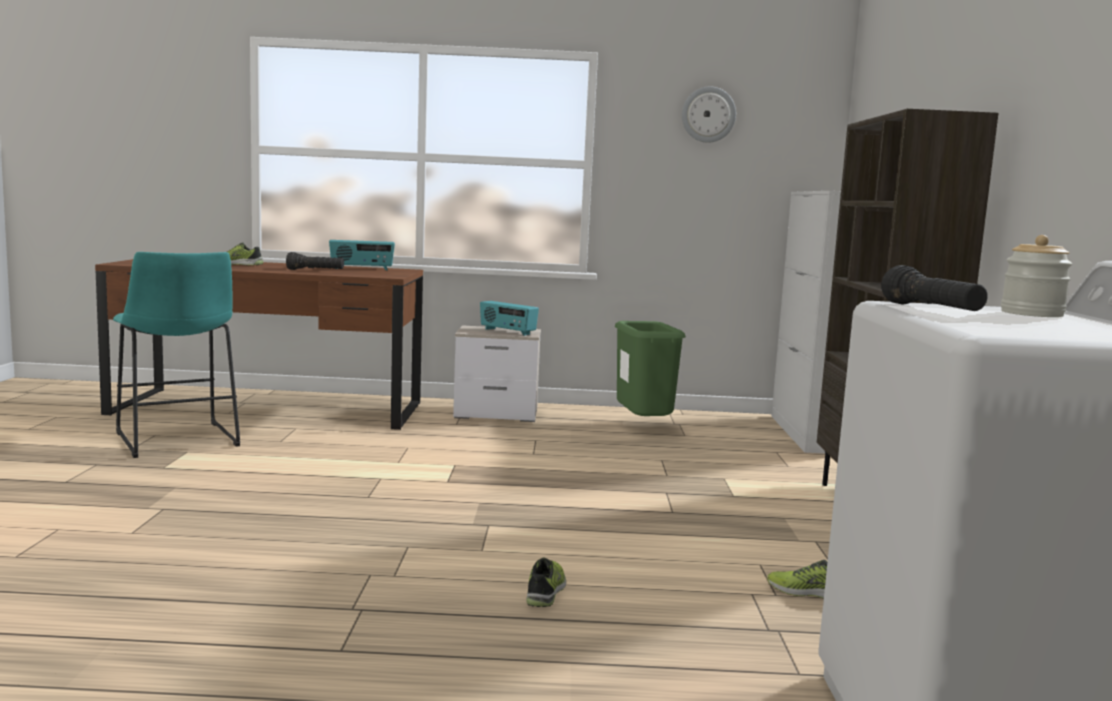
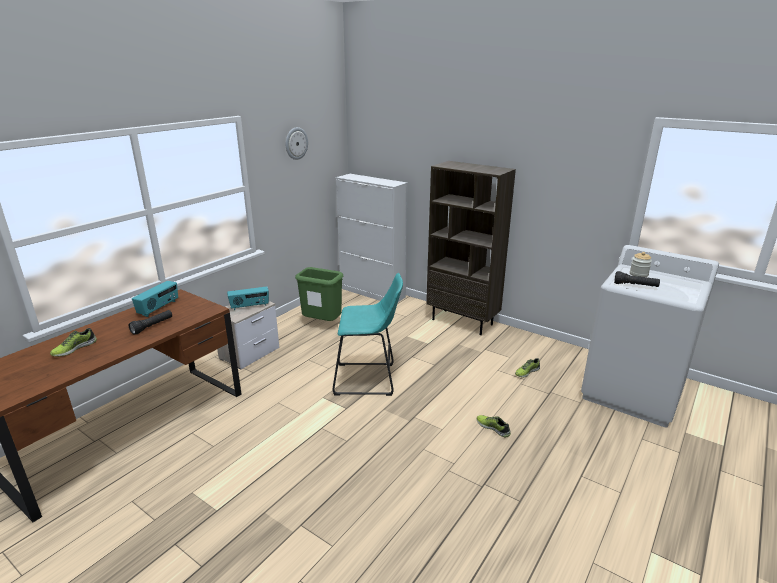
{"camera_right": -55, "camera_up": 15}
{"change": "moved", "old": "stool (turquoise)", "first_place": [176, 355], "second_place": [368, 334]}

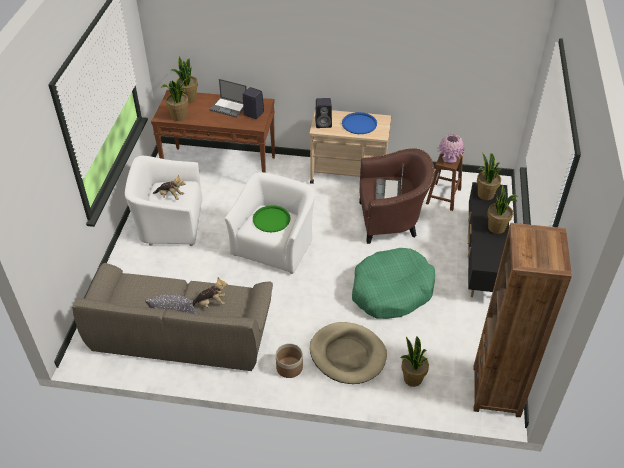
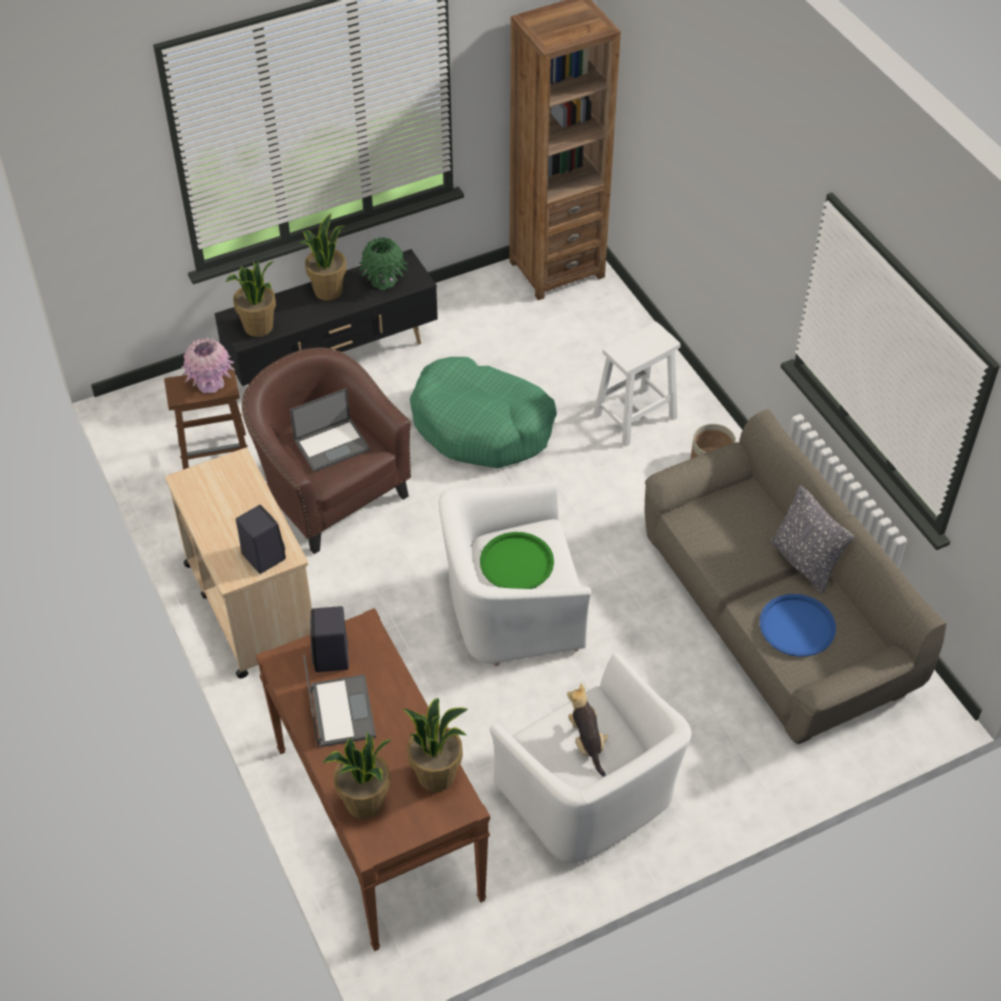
{"camera_right": -125, "camera_up": 5}
{"change": "moved", "old": "serving tray (blue-coloured)", "first_place": [359, 123], "second_place": [798, 625]}
{"change": "removed", "old": "cuddly toy", "first_place": [210, 292]}
{"change": "replaced", "old": "pet bed (beige)", "new": "stool (whitish)", "first_place": [348, 353], "second_place": [637, 384]}
{"change": "removed", "old": "plant in a pot", "first_place": [414, 361]}
{"change": "added", "new": "flower vase (greenish)", "second_place": [383, 263]}

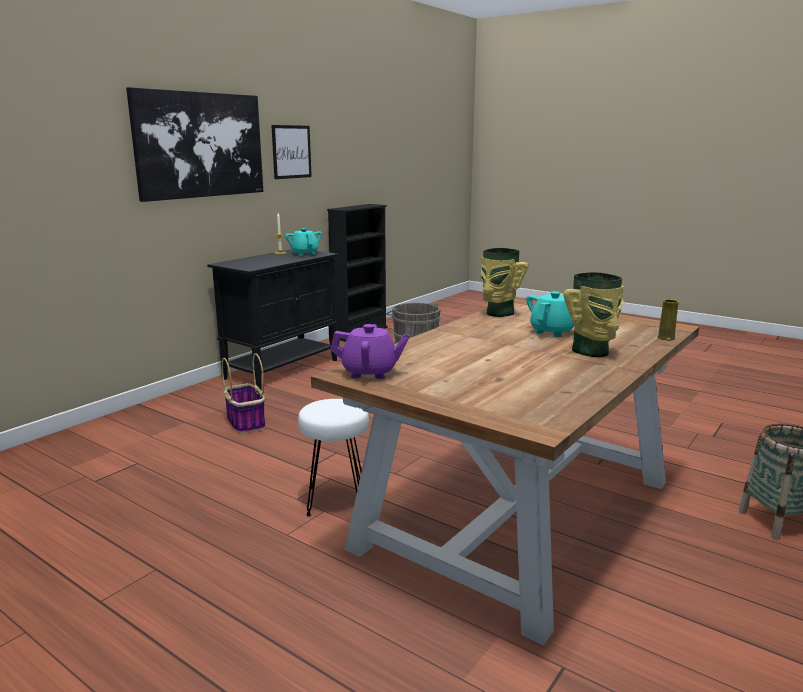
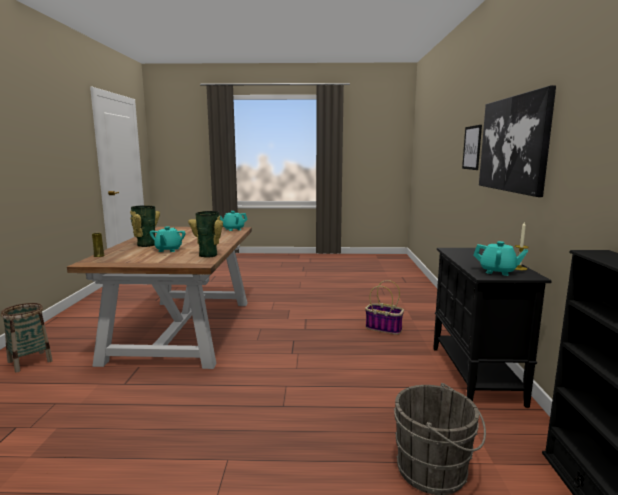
{"camera_right": 145, "camera_up": -5}
{"change": "moved", "old": "wall picture", "first_place": [291, 152], "second_place": [472, 147]}
{"change": "recoloured", "old": "pot for tea (purple-coloured)", "new": "pot for tea (turquoise)", "first_place": [370, 351], "second_place": [233, 221]}
{"change": "removed", "old": "stool (whitish)", "first_place": [333, 457]}

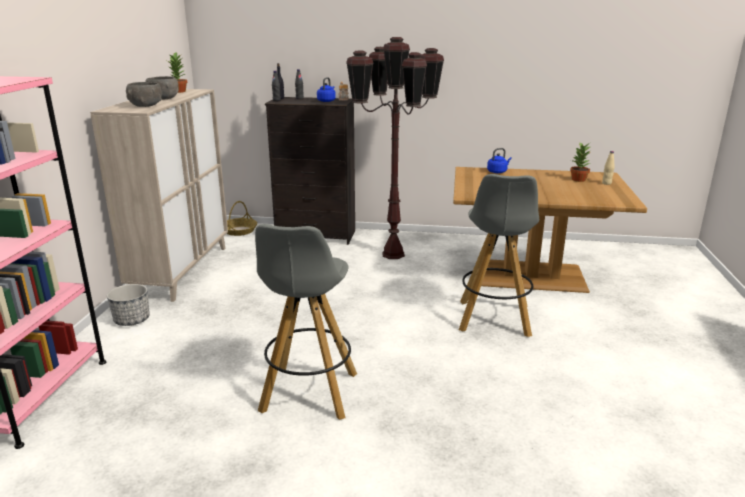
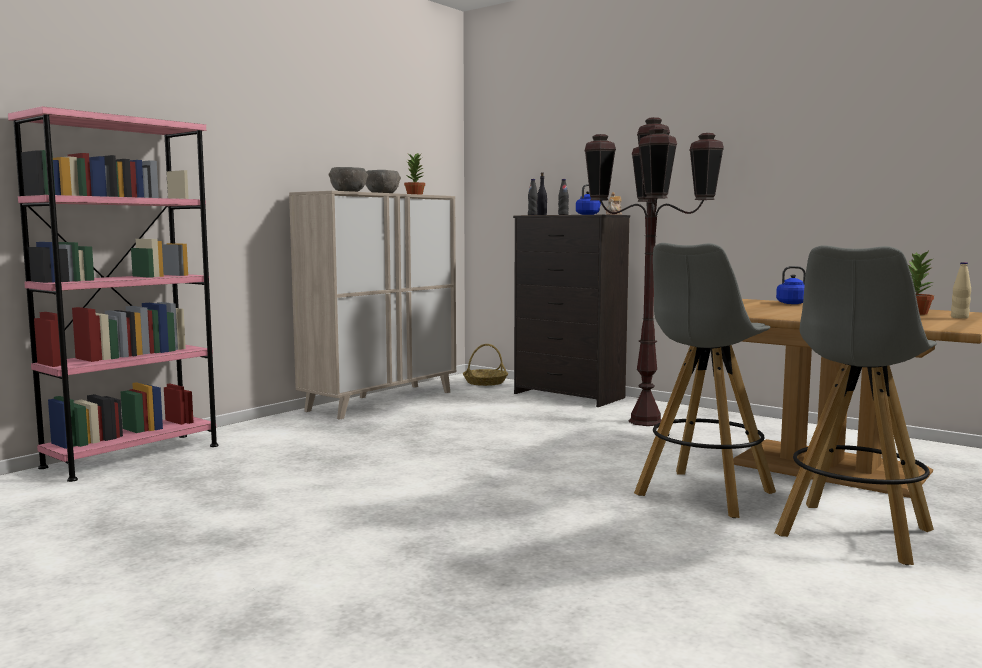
{"camera_right": 30, "camera_up": -15}
{"change": "moved", "old": "stool (gray)", "first_place": [306, 322], "second_place": [856, 405]}
{"change": "removed", "old": "plant pot", "first_place": [128, 305]}

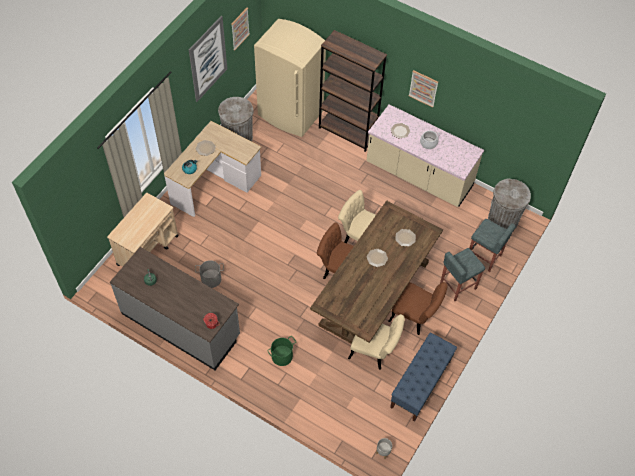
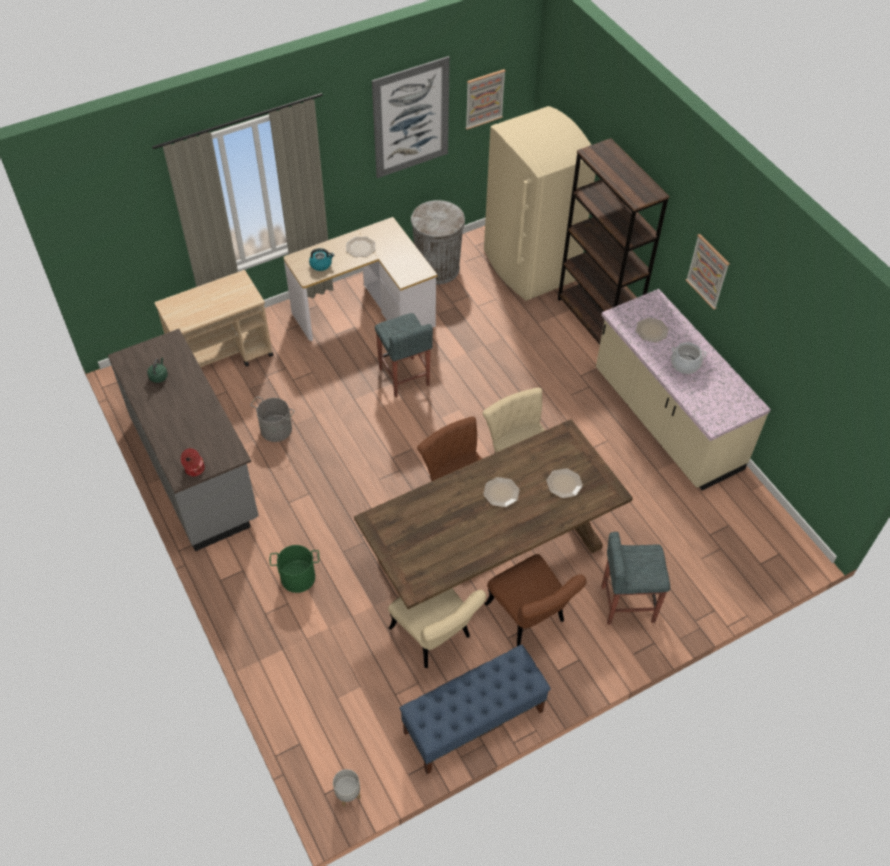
{"camera_right": 30, "camera_up": -5}
{"change": "removed", "old": "trash can (gray)", "first_place": [509, 204]}
{"change": "moved", "old": "stool (gray)", "first_place": [492, 245], "second_place": [404, 355]}

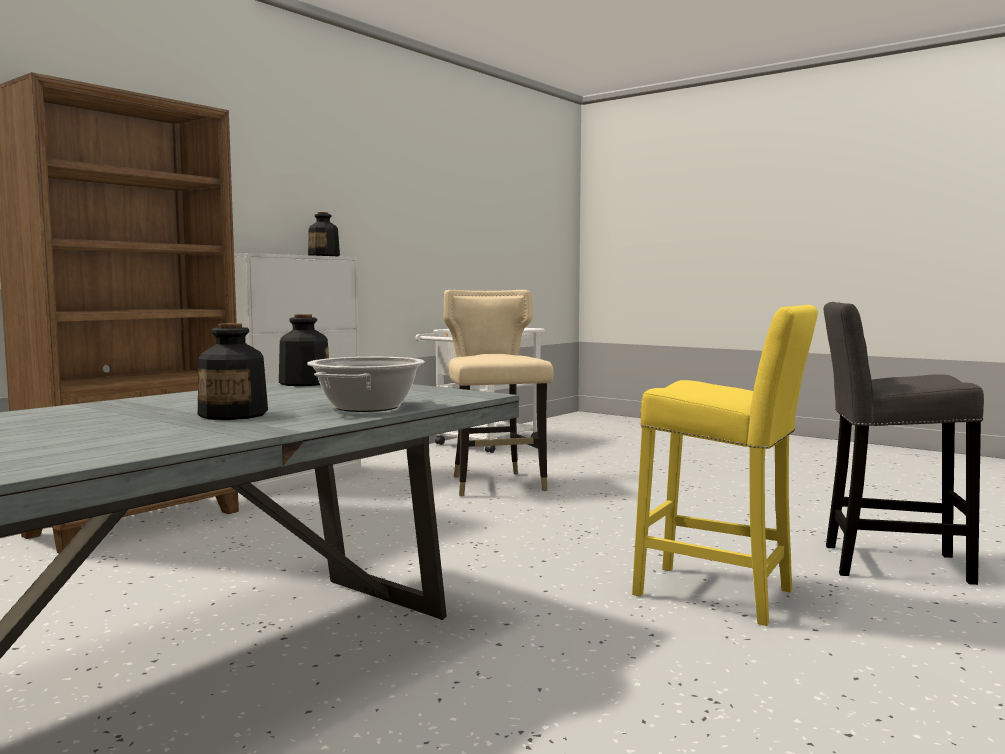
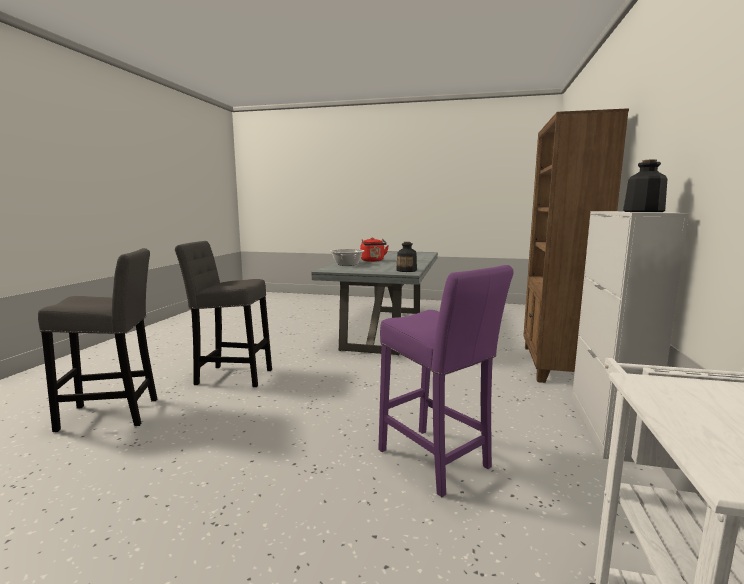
{"camera_right": 155, "camera_up": 5}
{"change": "replaced", "old": "upright chair (beige)", "new": "stool (purple-coloured)", "first_place": [499, 393], "second_place": [446, 381]}
{"change": "recoloured", "old": "stool (yellow-coloured)", "new": "stool (gray)", "first_place": [725, 465], "second_place": [223, 314]}
{"change": "replaced", "old": "beverage bottle", "new": "water kettle (red-coloured)", "first_place": [233, 371], "second_place": [374, 249]}

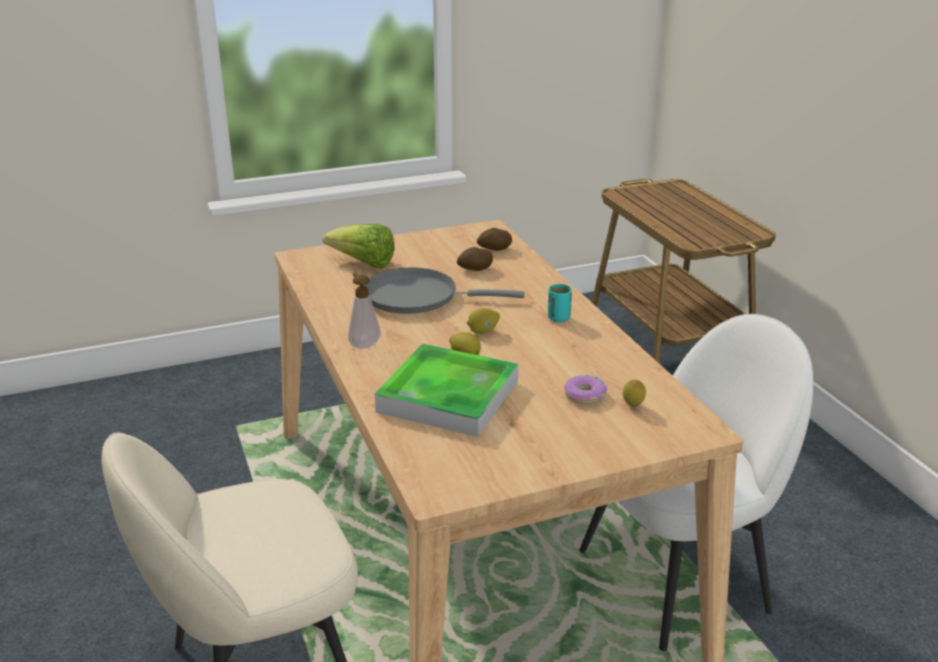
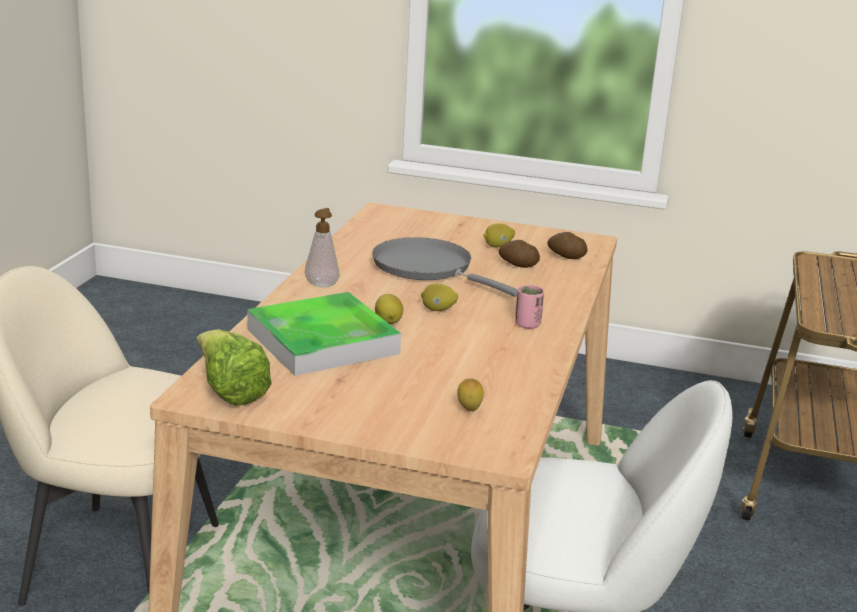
{"camera_right": 35, "camera_up": -5}
{"change": "moved", "old": "head of lettuce", "first_place": [358, 246], "second_place": [234, 367]}
{"change": "recoloured", "old": "drinking cup (turquoise)", "new": "drinking cup (pink-coloured)", "first_place": [560, 303], "second_place": [529, 307]}
{"change": "removed", "old": "ring doughnut", "first_place": [586, 389]}
{"change": "added", "new": "lemon", "second_place": [499, 235]}

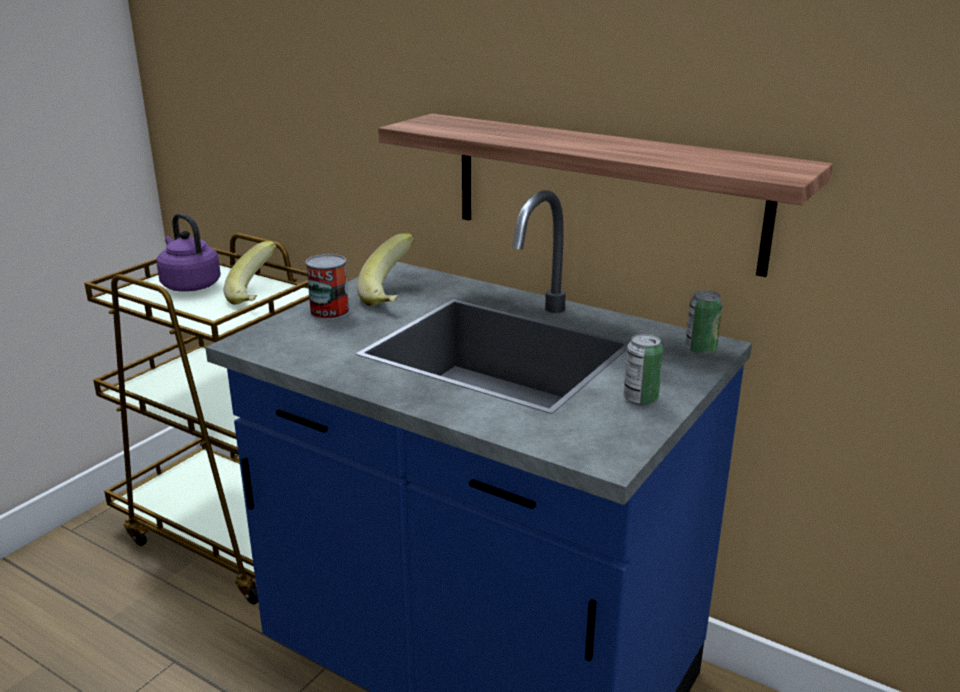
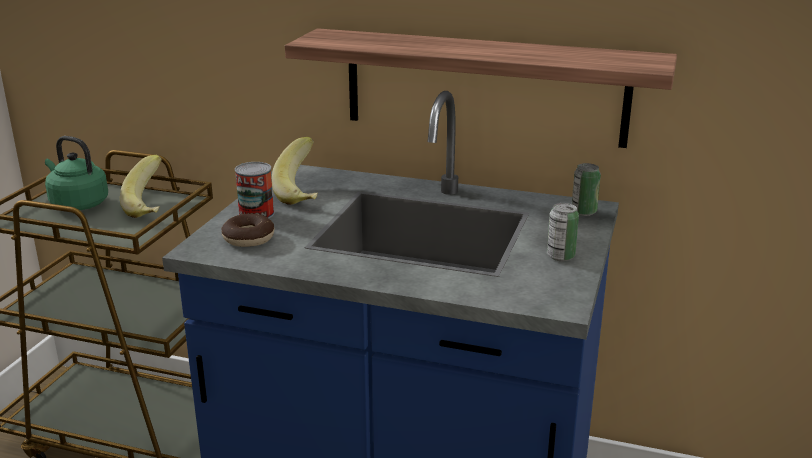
{"camera_right": -15, "camera_up": 0}
{"change": "recoloured", "old": "water kettle (purple-coloured)", "new": "water kettle (greenish)", "first_place": [189, 252], "second_place": [76, 173]}
{"change": "added", "new": "ring doughnut", "second_place": [247, 230]}

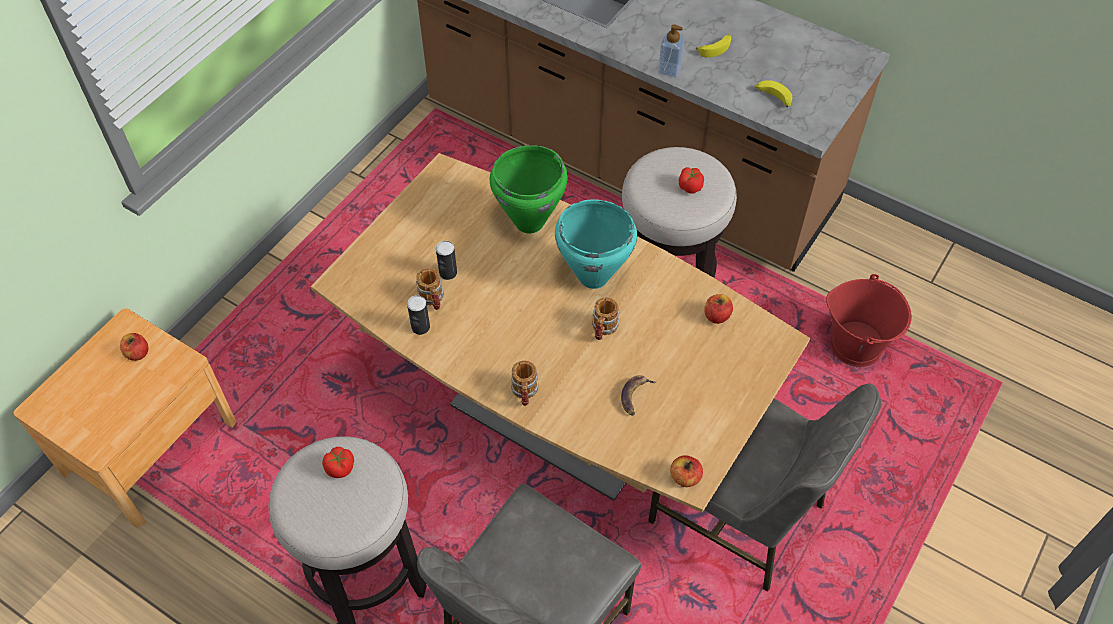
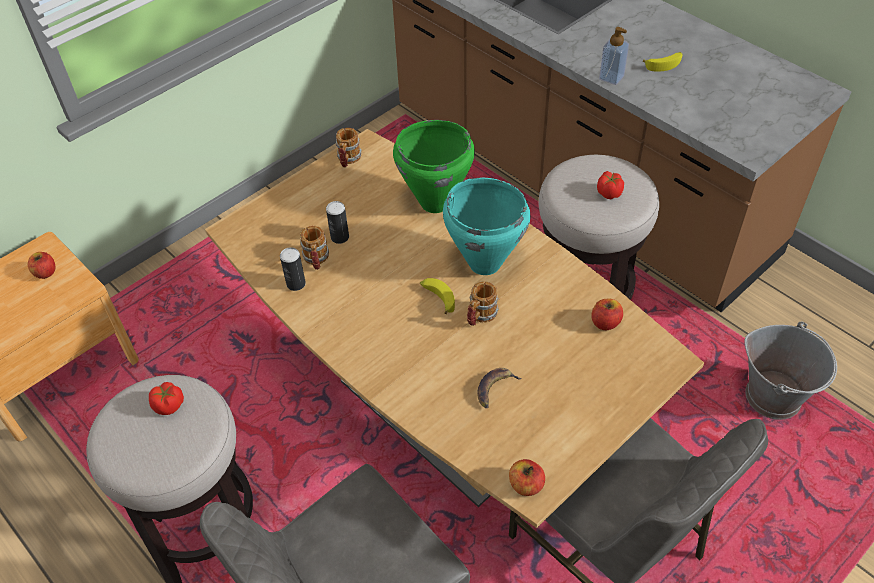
{"camera_right": 15, "camera_up": -5}
{"change": "moved", "old": "banana fruit", "first_place": [773, 93], "second_place": [437, 296]}
{"change": "recoloured", "old": "water bucket (red-coloured)", "new": "water bucket (gray)", "first_place": [869, 320], "second_place": [790, 371]}
{"change": "moved", "old": "mug", "first_place": [524, 383], "second_place": [349, 148]}

